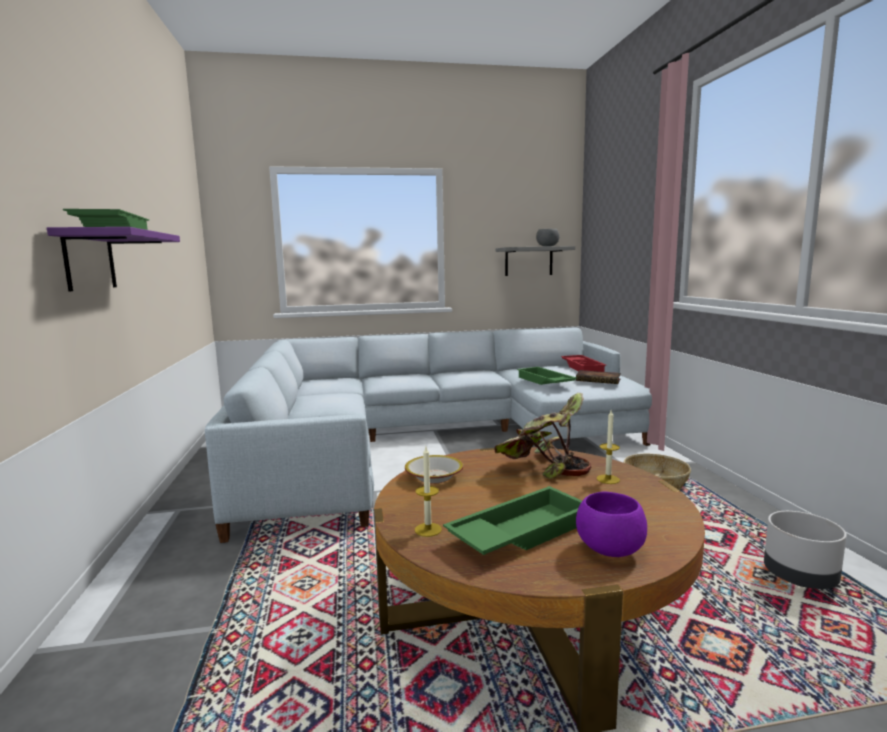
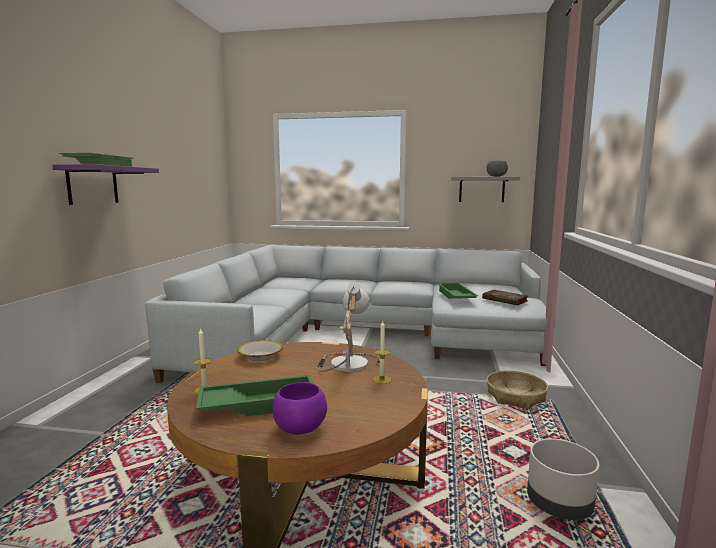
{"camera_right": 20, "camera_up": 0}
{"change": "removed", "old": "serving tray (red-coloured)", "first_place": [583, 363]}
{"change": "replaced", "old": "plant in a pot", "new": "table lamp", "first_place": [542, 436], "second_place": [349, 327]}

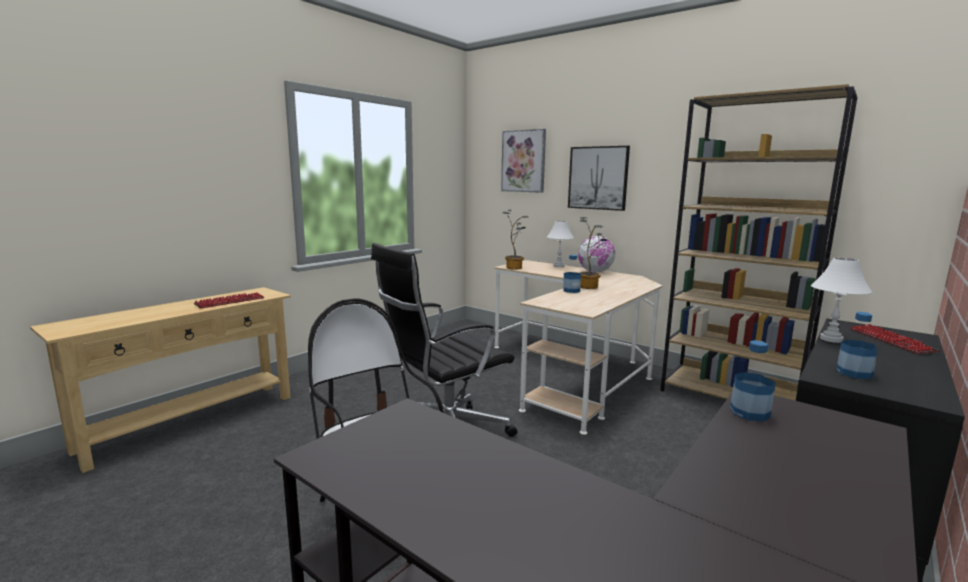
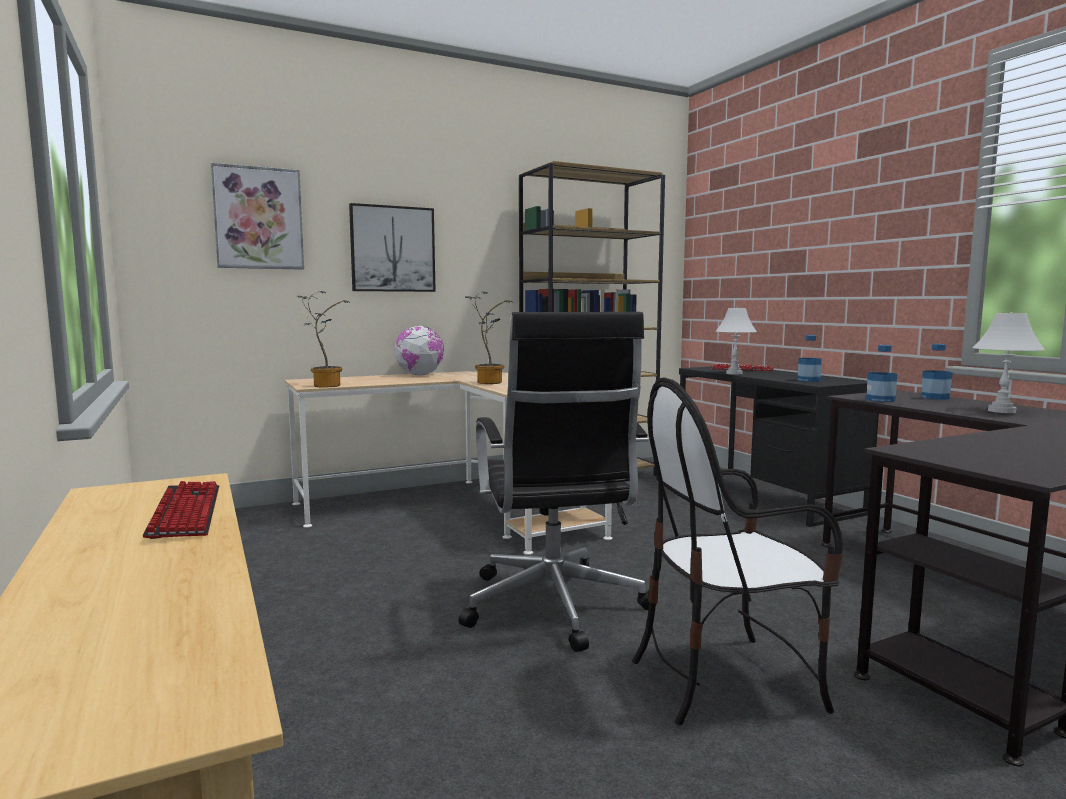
{"camera_right": -65, "camera_up": -5}
{"change": "moved", "old": "table lamp (whitish)", "first_place": [560, 244], "second_place": [1009, 362]}
{"change": "moved", "old": "beverage bottle", "first_place": [572, 274], "second_place": [937, 372]}

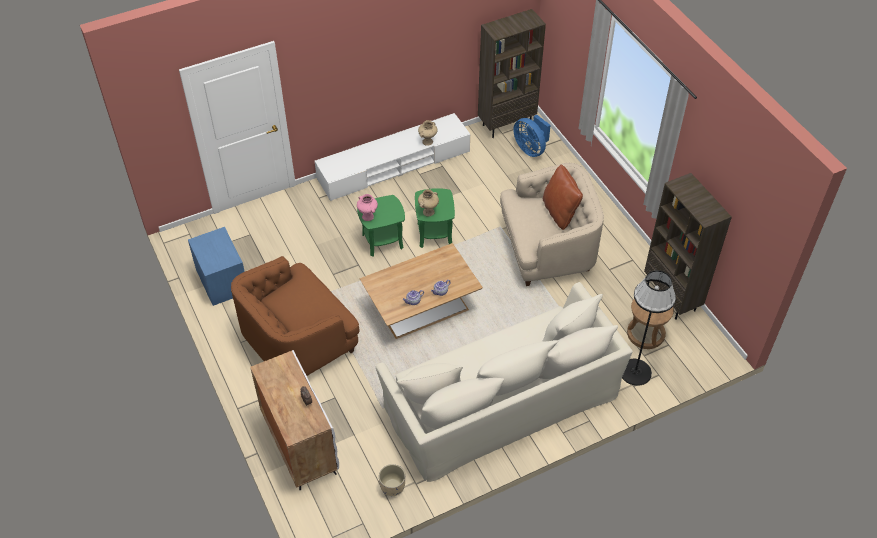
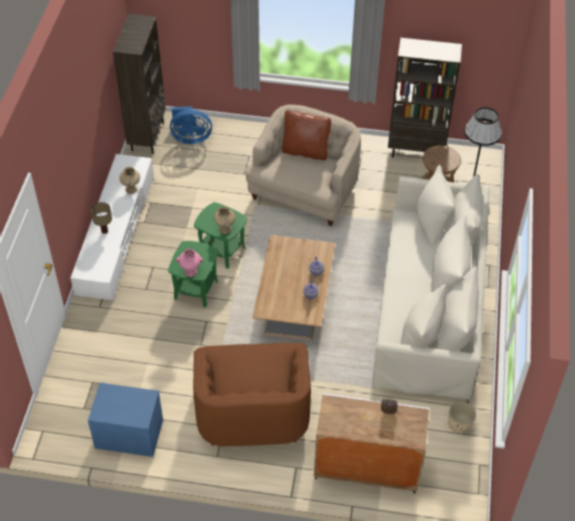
{"camera_right": -55, "camera_up": 0}
{"change": "added", "new": "table lamp", "second_place": [101, 218]}

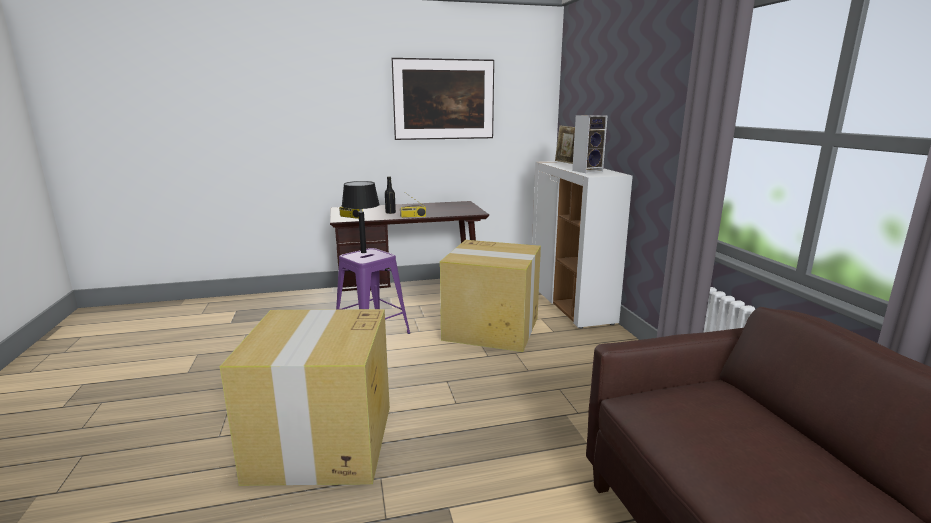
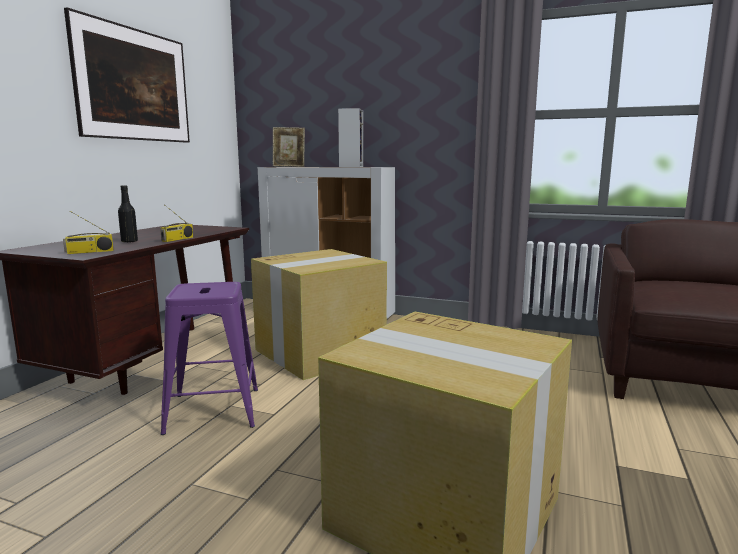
{"camera_right": -55, "camera_up": -5}
{"change": "removed", "old": "table lamp (blackish)", "first_place": [361, 217]}

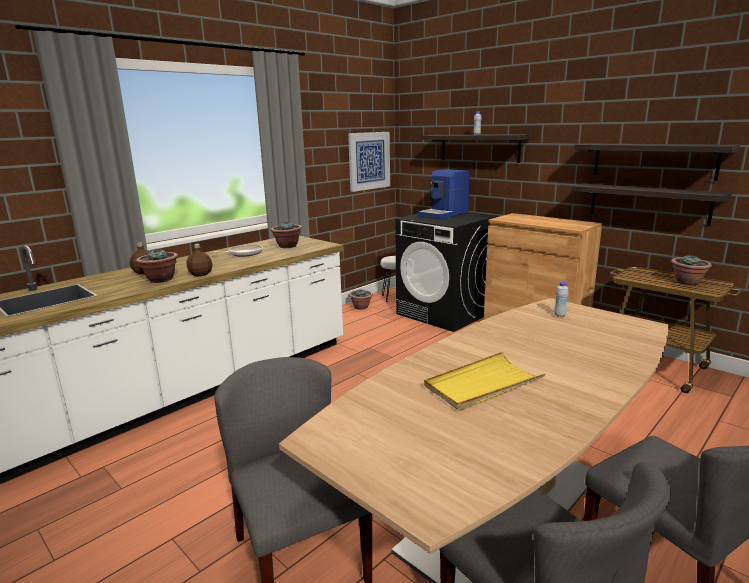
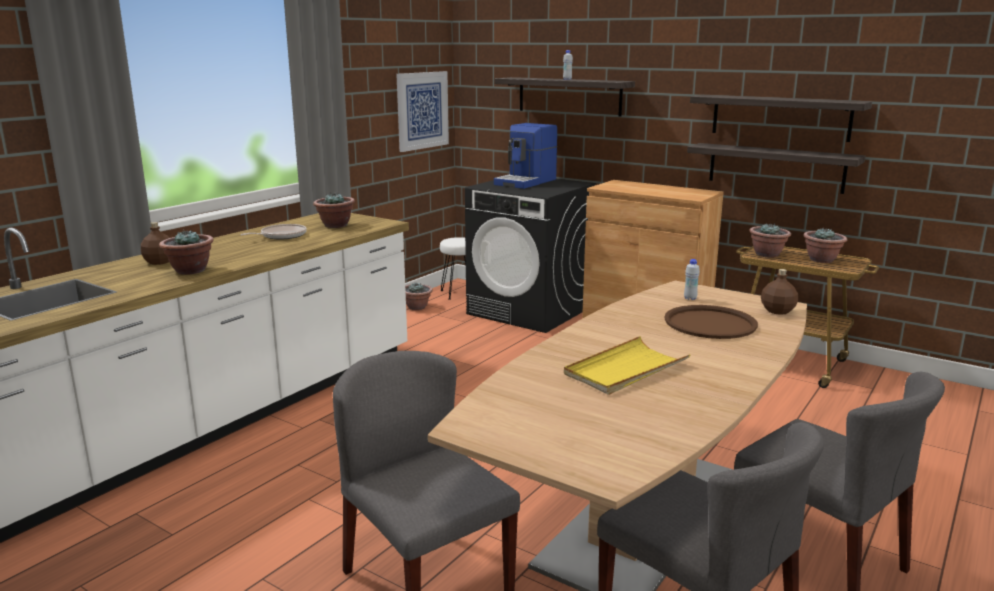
{"camera_right": -10, "camera_up": 0}
{"change": "moved", "old": "beverage bottle (brownish)", "first_place": [199, 260], "second_place": [779, 292]}
{"change": "added", "new": "plant in a pot", "second_place": [770, 240]}
{"change": "added", "new": "serving tray (brownish)", "second_place": [711, 322]}

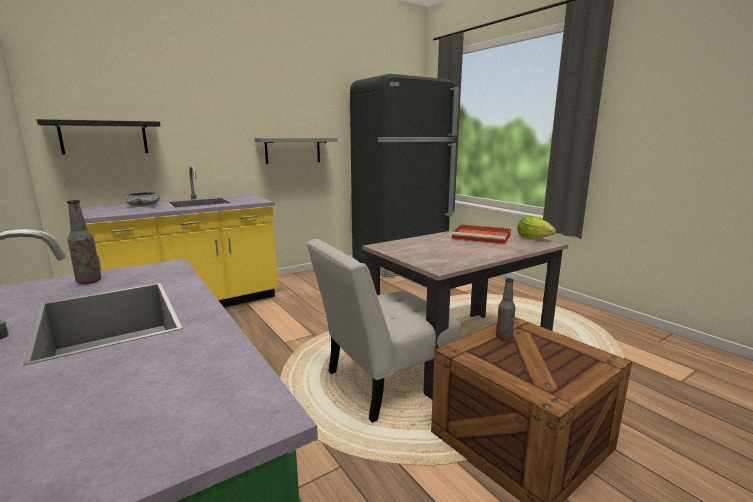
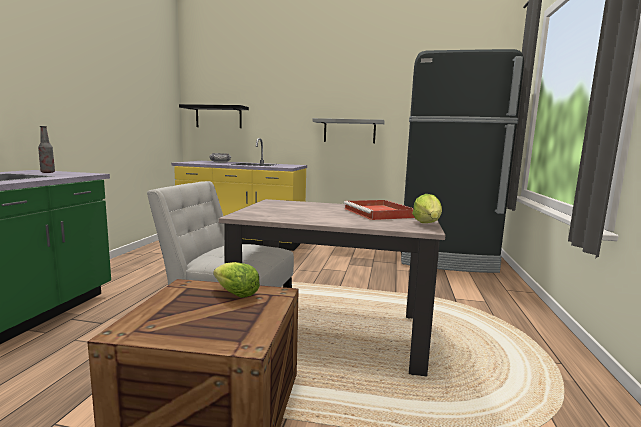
{"camera_right": 45, "camera_up": -5}
{"change": "replaced", "old": "beverage bottle", "new": "head of lettuce", "first_place": [506, 309], "second_place": [236, 280]}

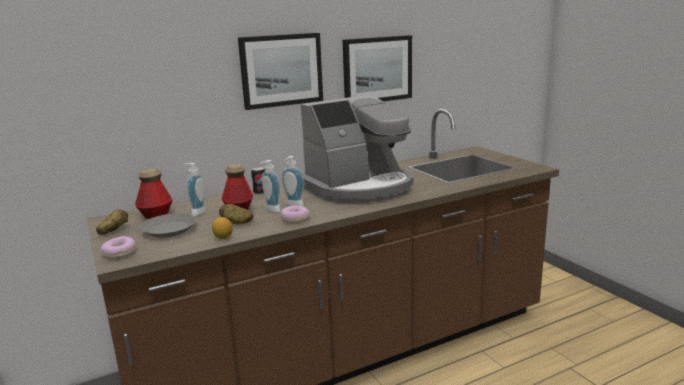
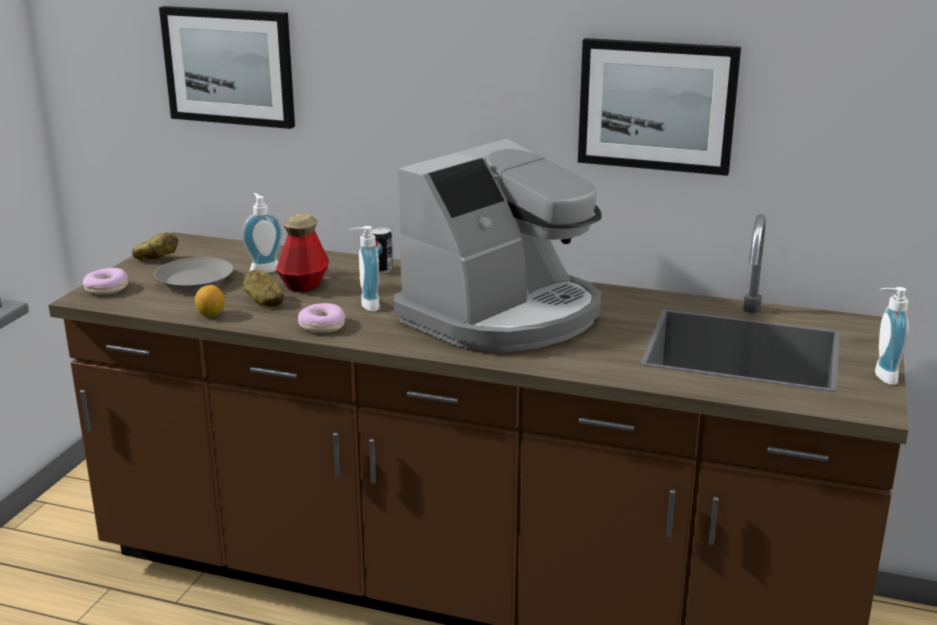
{"camera_right": 45, "camera_up": 5}
{"change": "moved", "old": "wall picture", "first_place": [280, 71], "second_place": [227, 67]}
{"change": "turned", "old": "coffee maker", "first_place": [357, 149], "second_place": [498, 245], "degrees": -60}
{"change": "moved", "old": "liquid soap bottle", "first_place": [270, 186], "second_place": [892, 336]}
{"change": "removed", "old": "beverage bottle", "first_place": [154, 193]}

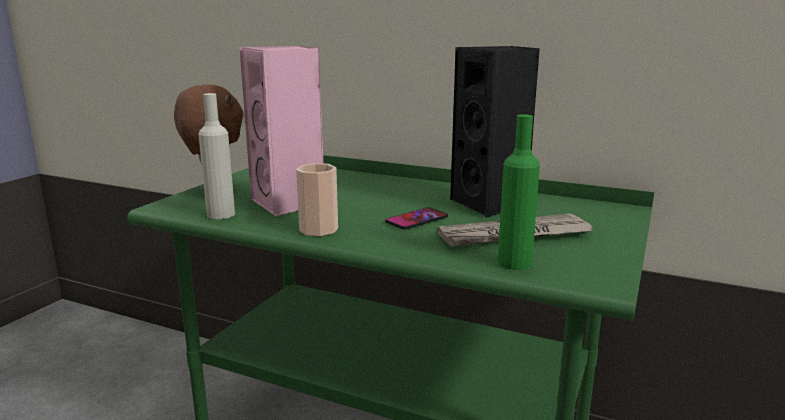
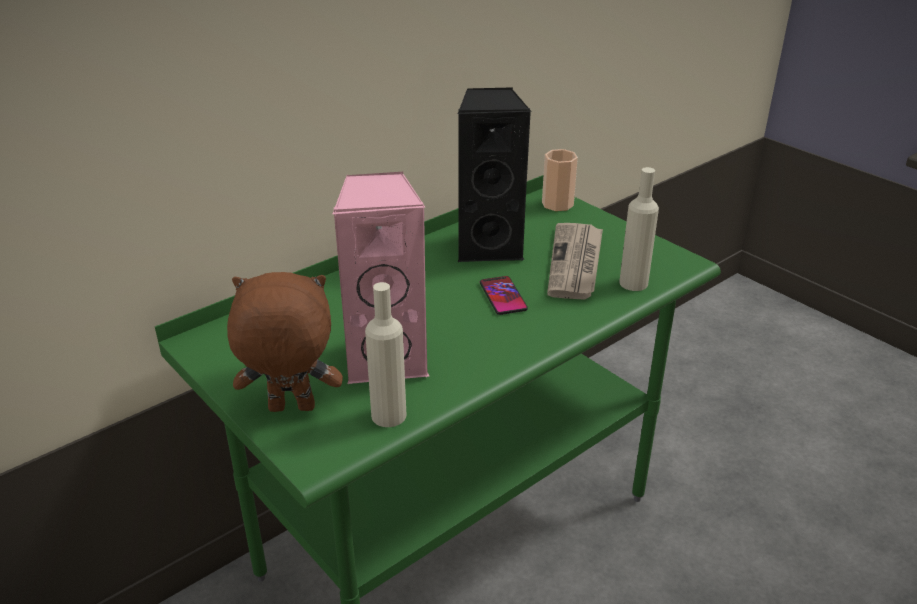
{"camera_right": -65, "camera_up": 15}
{"change": "recoloured", "old": "beverage bottle (greenish)", "new": "beverage bottle (beige)", "first_place": [519, 192], "second_place": [639, 229]}
{"change": "moved", "old": "drinking cup", "first_place": [317, 199], "second_place": [560, 180]}

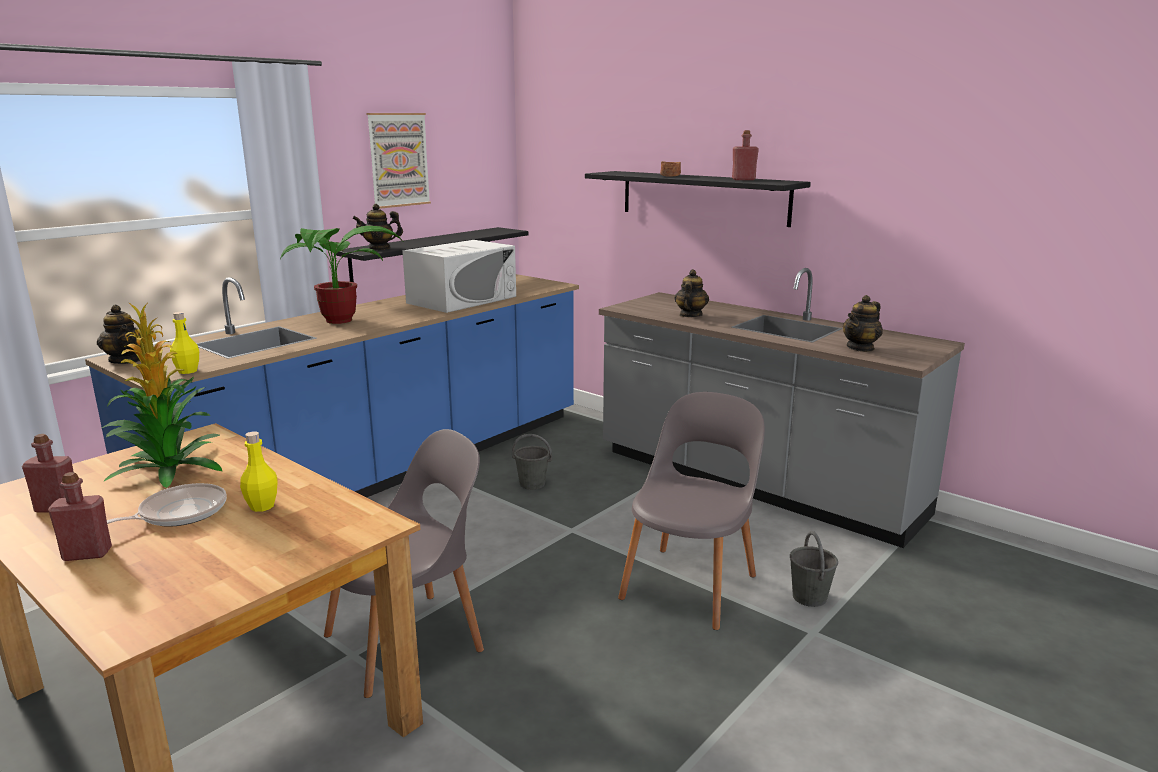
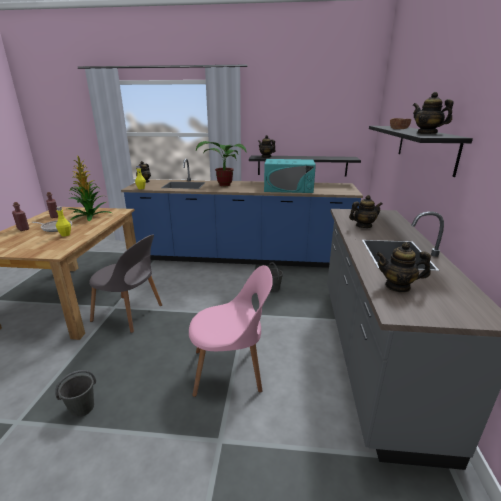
{"camera_right": 55, "camera_up": 5}
{"change": "removed", "old": "wall picture", "first_place": [398, 161]}
{"change": "replaced", "old": "beverage bottle (red-coloured)", "new": "pot for tea", "first_place": [745, 155], "second_place": [433, 113]}
{"change": "recoloured", "old": "microwave oven (whitish)", "new": "microwave oven (turquoise)", "first_place": [459, 276], "second_place": [290, 176]}
{"change": "recoloured", "old": "upright chair (gray)", "new": "upright chair (pink-coloured)", "first_place": [691, 511], "second_place": [231, 331]}
{"change": "moved", "old": "water bucket (gray)", "first_place": [814, 569], "second_place": [75, 394]}

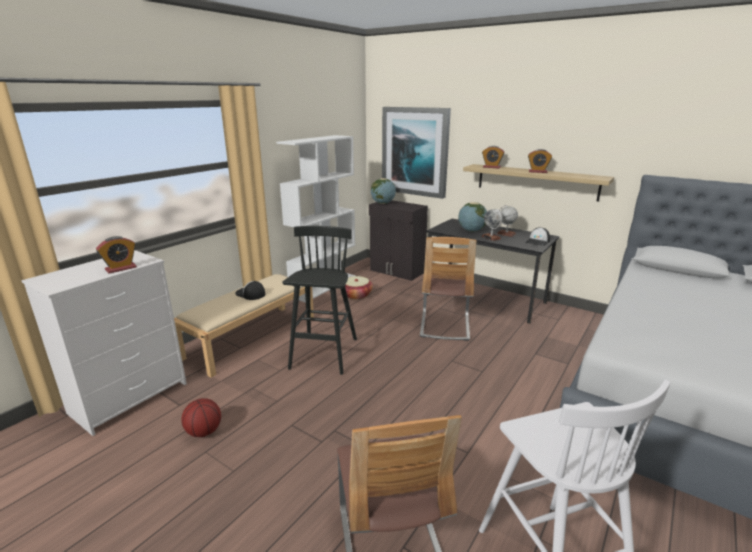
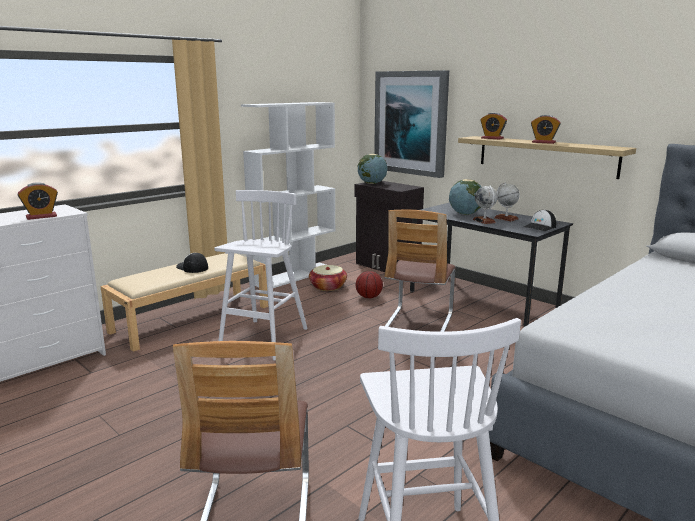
{"camera_right": 10, "camera_up": -5}
{"change": "recoloured", "old": "stool (blackish)", "new": "stool (whitish)", "first_place": [320, 300], "second_place": [261, 275]}
{"change": "moved", "old": "ball for basketball", "first_place": [201, 417], "second_place": [369, 284]}

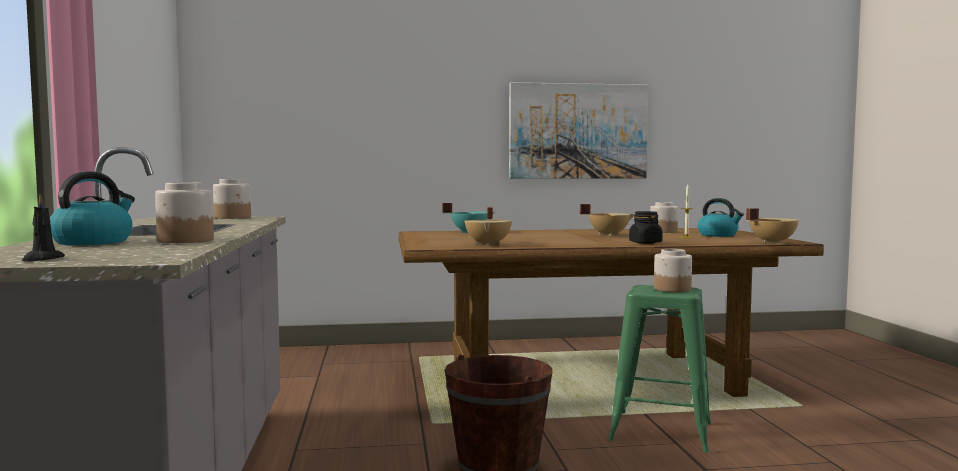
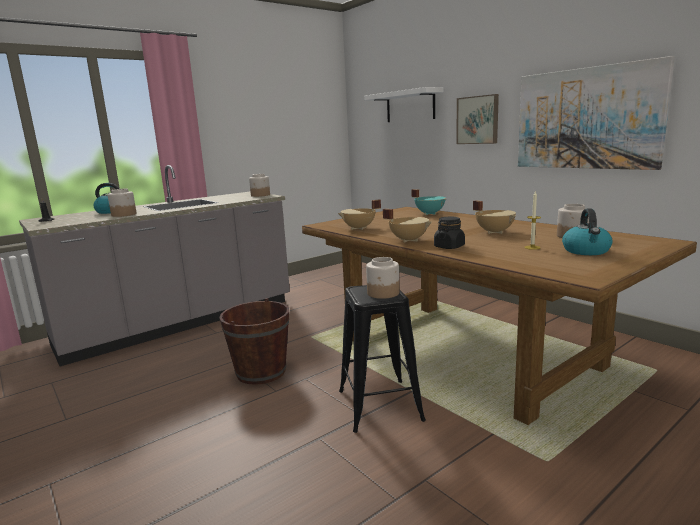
{"camera_right": 60, "camera_up": 10}
{"change": "moved", "old": "saucepot (beige)", "first_place": [772, 226], "second_place": [407, 225]}
{"change": "recoloured", "old": "stool (greenish)", "new": "stool (blackish)", "first_place": [659, 368], "second_place": [382, 359]}
{"change": "added", "new": "bracket shelf (whitish)", "second_place": [404, 104]}
{"change": "added", "new": "wall picture", "second_place": [477, 119]}

